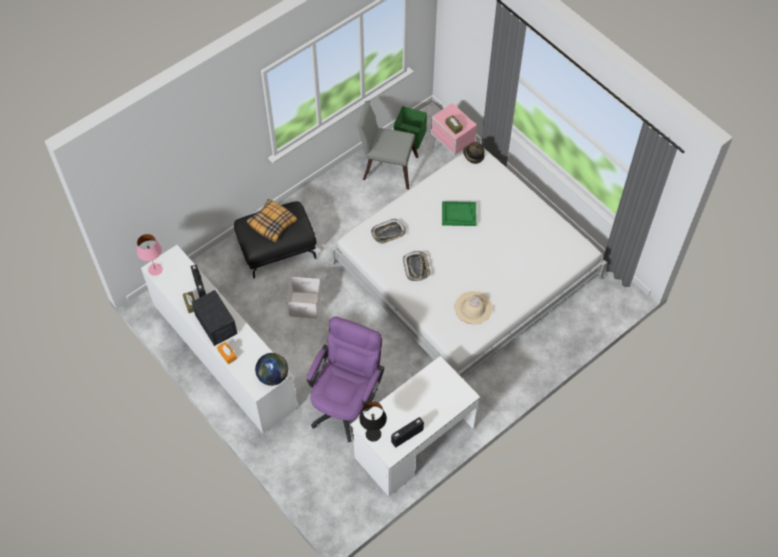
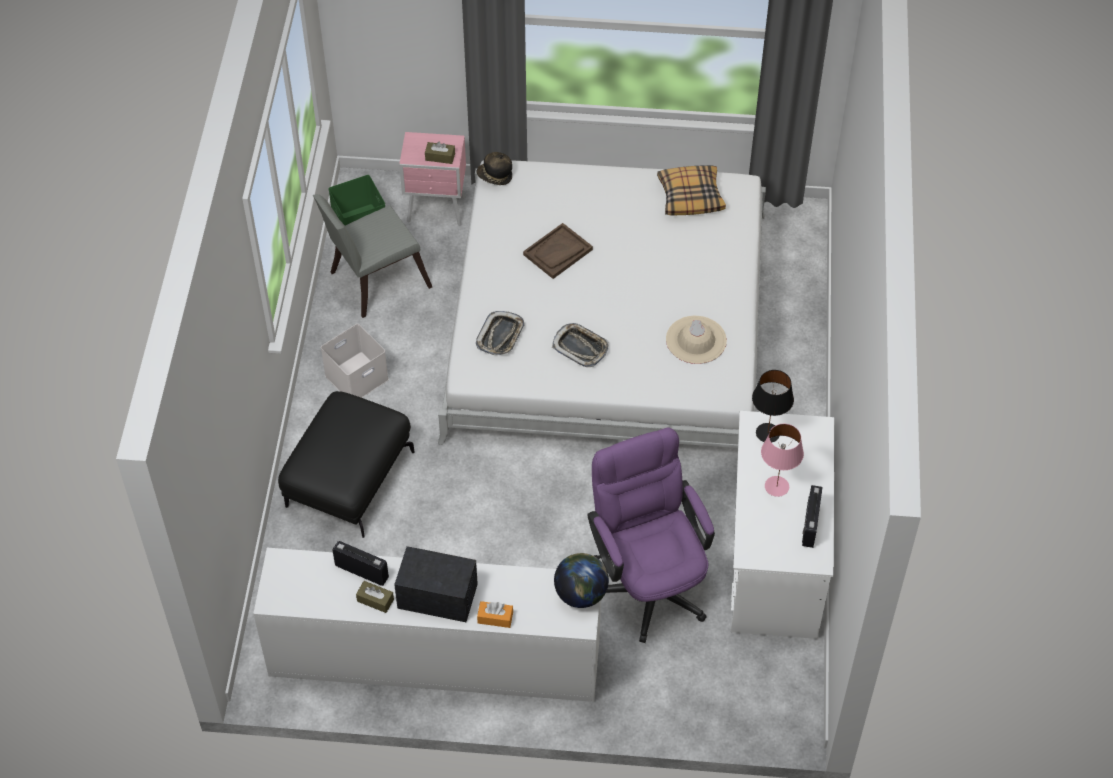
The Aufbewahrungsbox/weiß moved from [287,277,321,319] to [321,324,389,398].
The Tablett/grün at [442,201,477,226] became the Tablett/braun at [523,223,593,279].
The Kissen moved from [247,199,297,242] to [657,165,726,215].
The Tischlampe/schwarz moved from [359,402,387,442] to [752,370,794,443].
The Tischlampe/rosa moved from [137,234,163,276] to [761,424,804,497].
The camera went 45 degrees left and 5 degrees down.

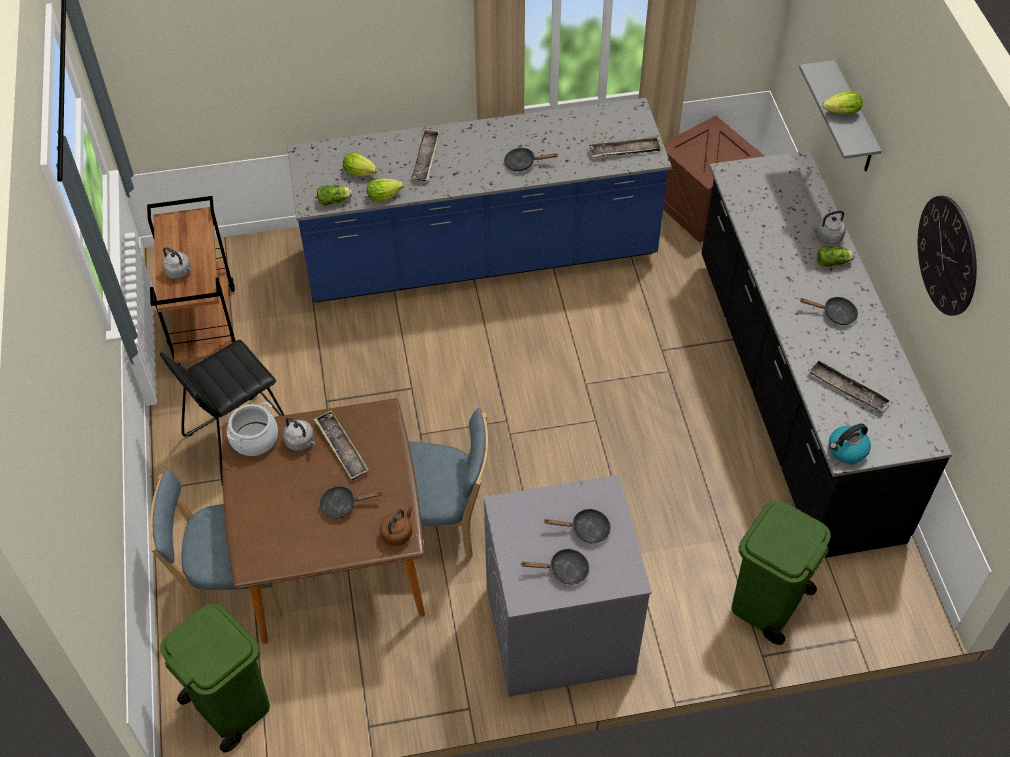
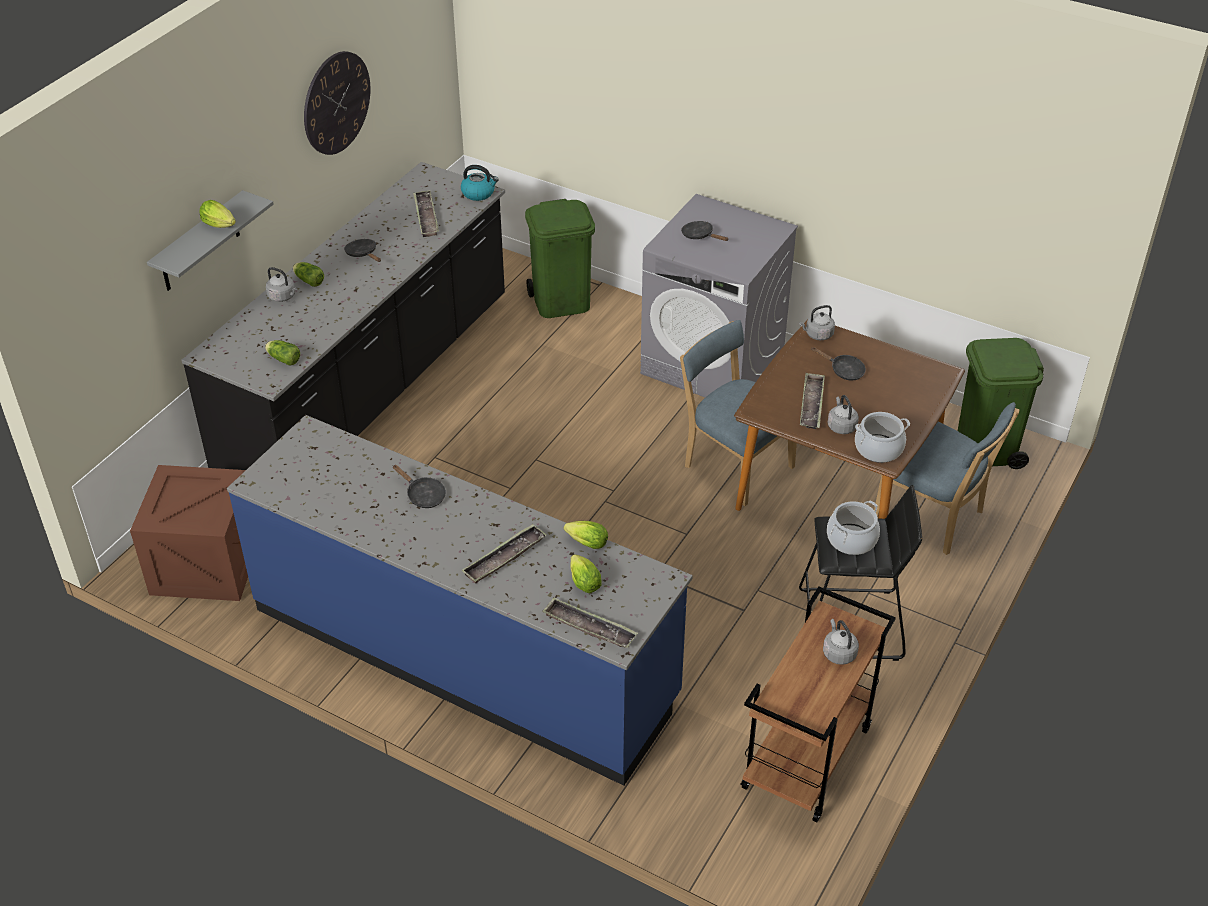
The Salatkopf moved from [317,185,352,205] to [265,340,300,365].
The Tablett moved from [588,135,662,157] to [542,598,638,648].
The Wasserkessel/braun at [380,506,413,546] became the Wasserkessel/grau at [799,305,835,340].
The Kochtopf at [827,501,880,555] appeared.
The Pfanne/schwarz at [522,548,589,585] disappeared.
The camera went 140 degrees left and 10 degrees down.

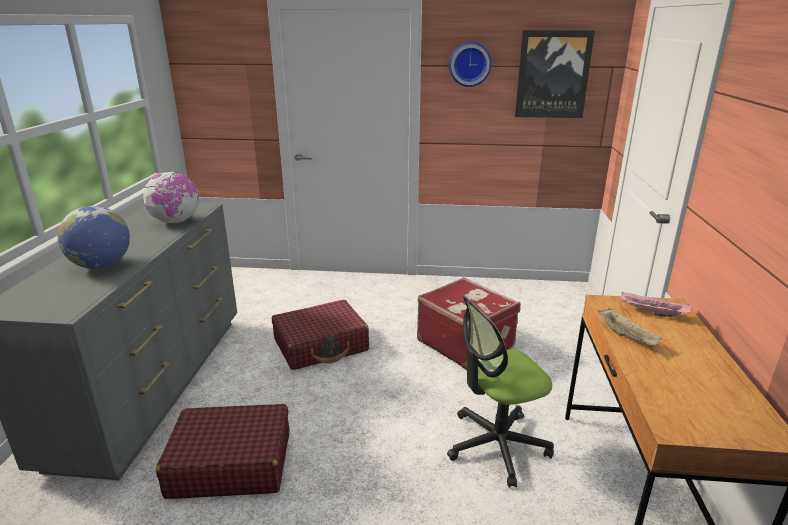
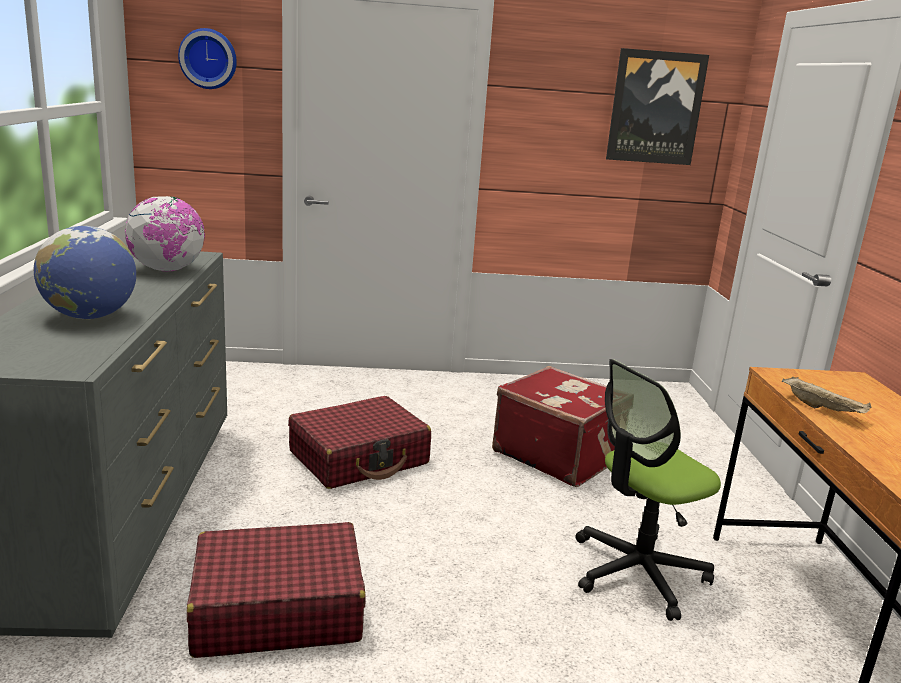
The Wanduhr moved from [449,42,492,87] to [178,28,237,89].
The Tablett/rosa at [621,292,690,317] disappeared.
The camera went 10 degrees left and 5 degrees down.

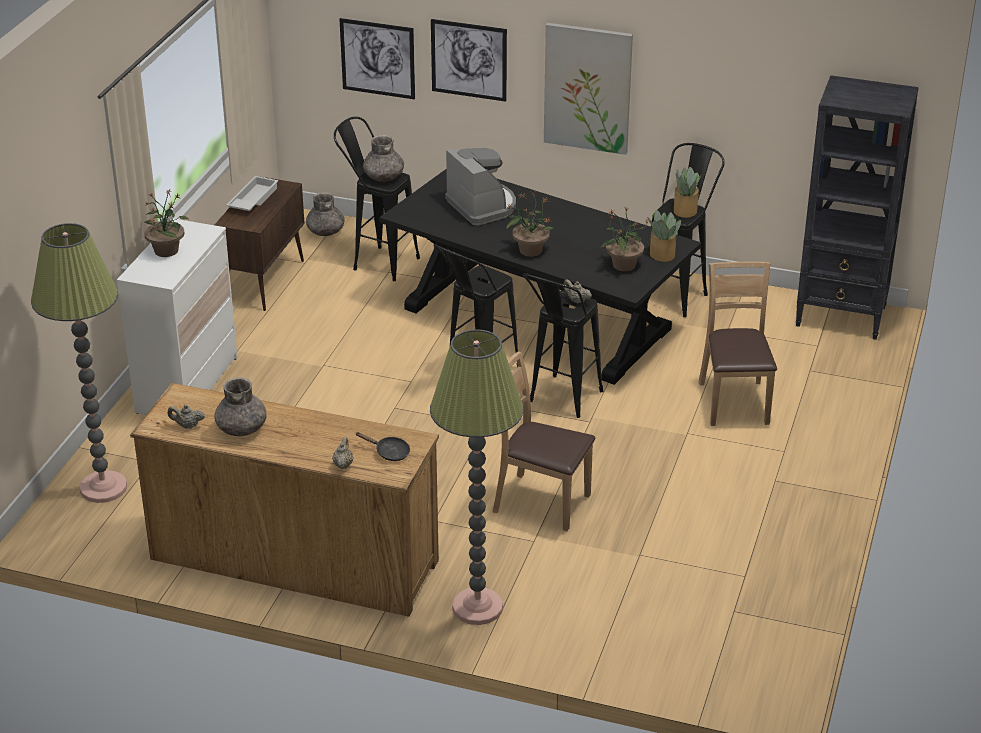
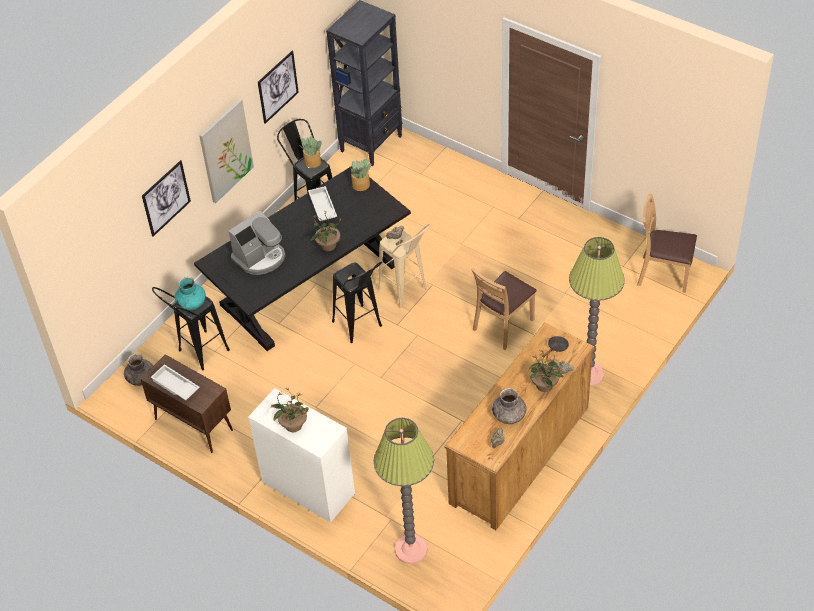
The Vase/grau at [363,135,404,182] became the Vase/türkis at [174,277,206,310].
The Kaffeemaschine at [445,148,516,226] turned 150 degrees clockwise.
The Bild moved from [339,18,415,99] to [258,51,299,124].
The Tablett/weiß at [308,186,337,221] appeared.
The Hocker/schwarz at [523,273,603,418] became the Hocker/beige at [377,223,431,309].
The Topfpflanze moved from [601,207,650,271] to [529,349,564,392].
The Stuhl/braun moved from [698,262,777,426] to [637,194,697,293].
The camera went 70 degrees left and 15 degrees up.

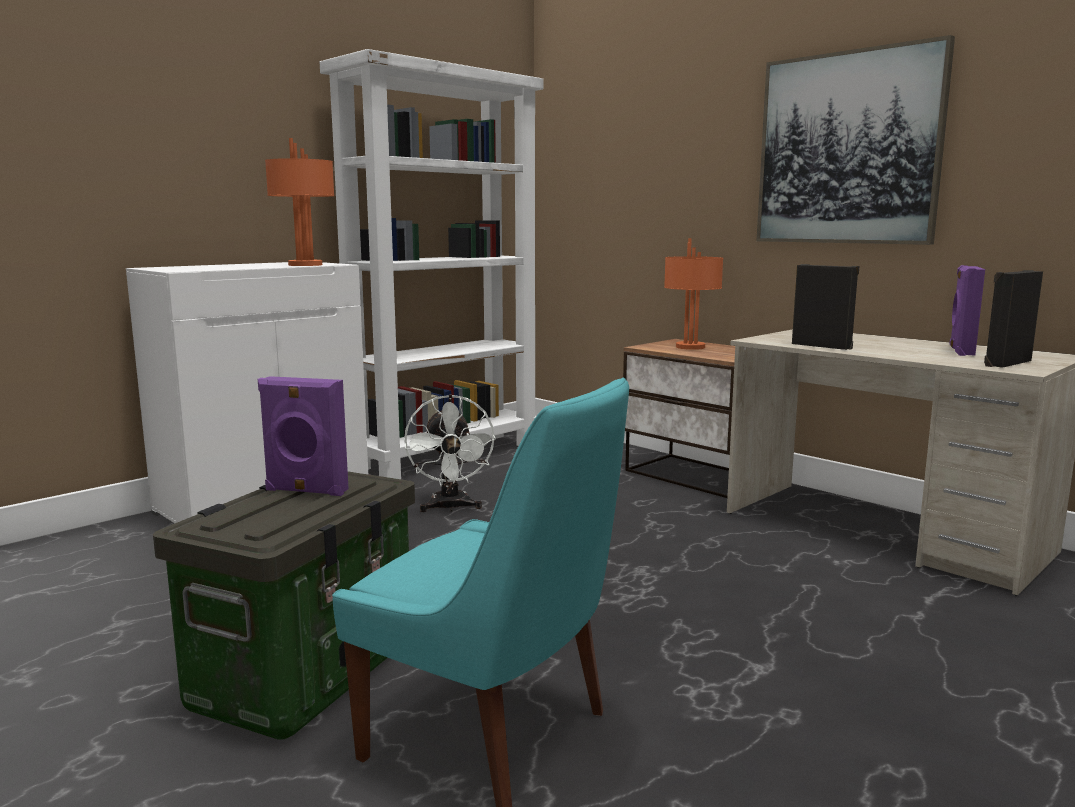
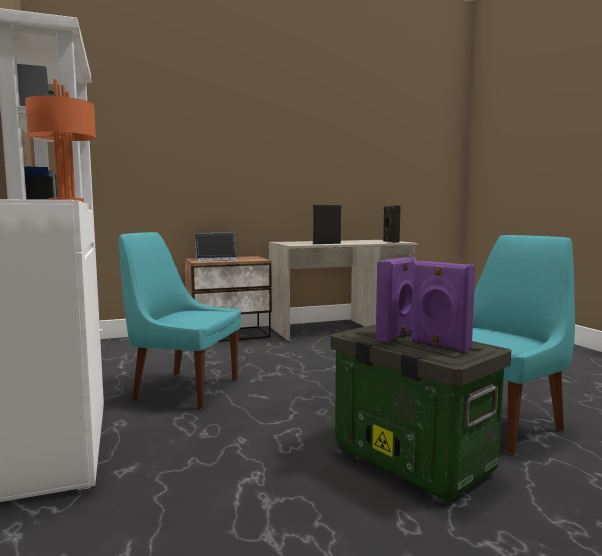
The Ventilator/weiß at [404,394,496,512] was replaced by the Stuhl/türkis at [119,232,241,409].
The Tischlampe/orange at [664,238,723,350] was replaced by the Laptop at [195,233,241,261].
The Lautsprecher/lila moved from [949,265,985,356] to [411,261,476,352].
The Bild at [756,35,955,245] disappeared.
The camera went 65 degrees left and 5 degrees down.

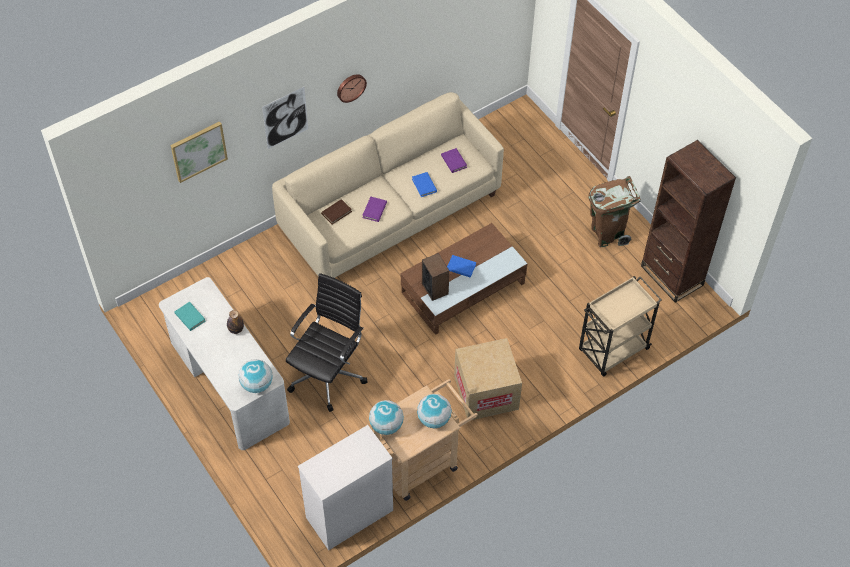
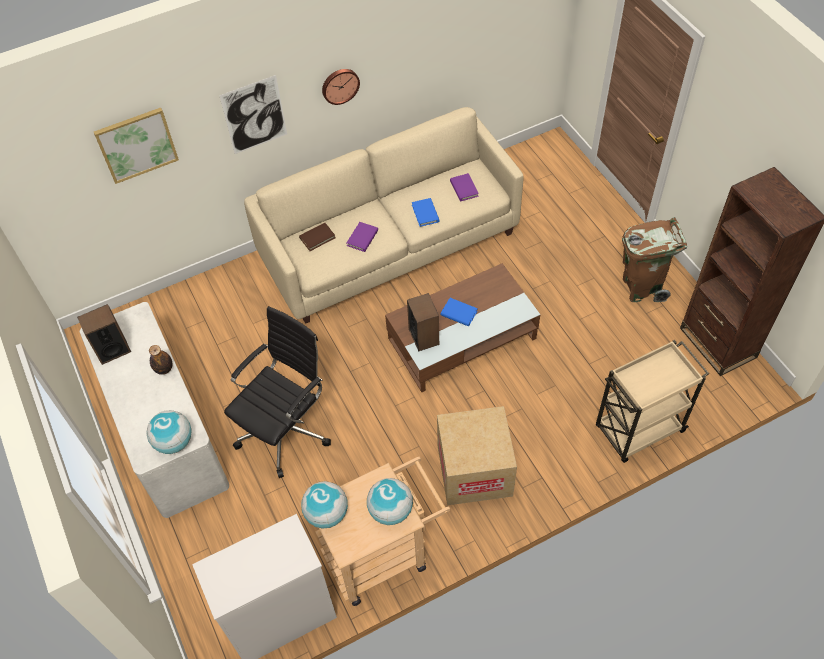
The Buch/türkis at [174,302,205,331] was replaced by the Lautsprecher at [77,304,131,365].
The camera went 10 degrees right and 0 degrees up.

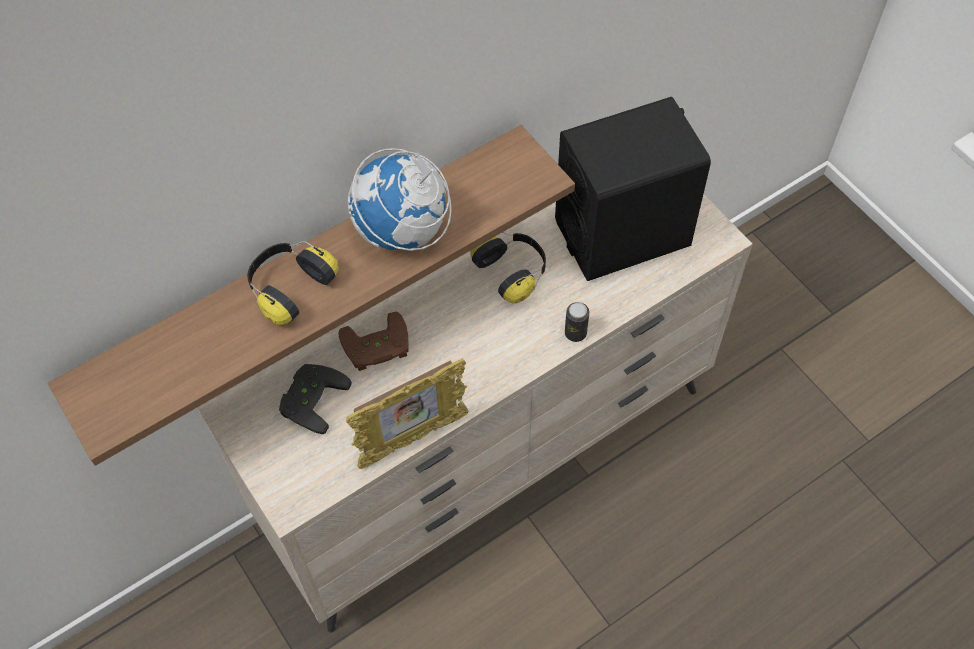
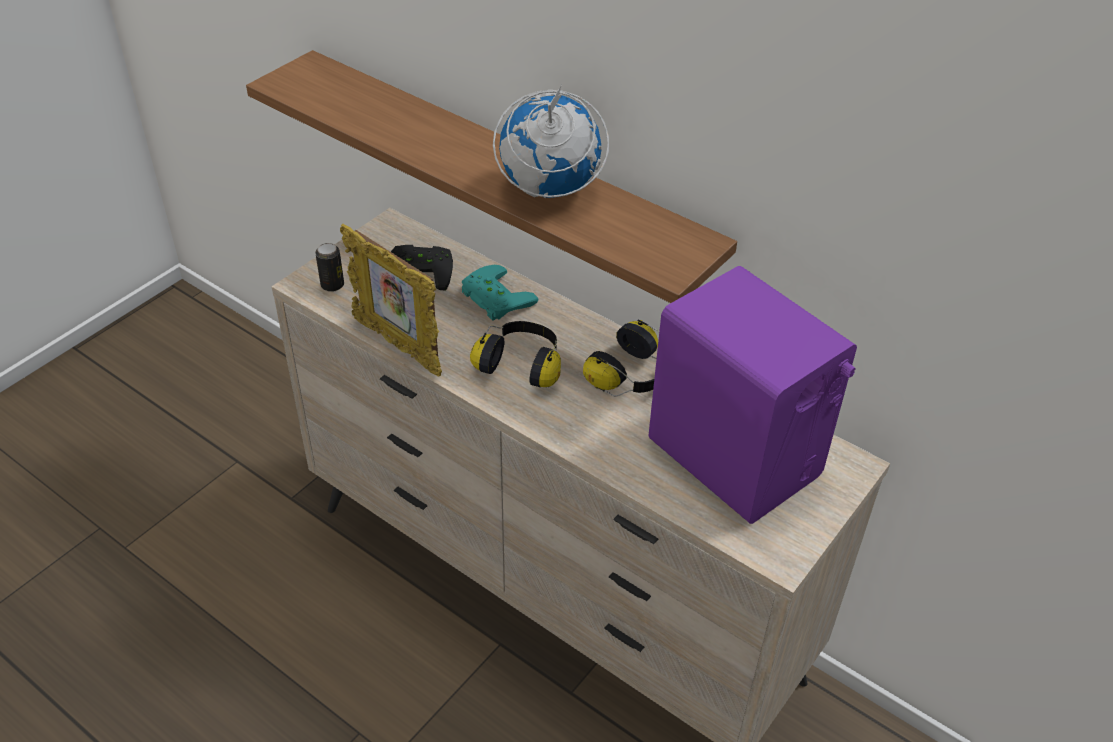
The Dose moved from [565,302,590,342] to [315,243,344,292].
The Gamepad/braun at [338,312,409,371] became the Gamepad/türkis at [462,265,538,321].
The Kopfhörer moved from [247,241,338,325] to [470,321,561,387].
The Lautsprecher/schwarz at [555,97,711,281] became the Lautsprecher/lila at [648,266,857,524].
The camera went 70 degrees right and 15 degrees down.

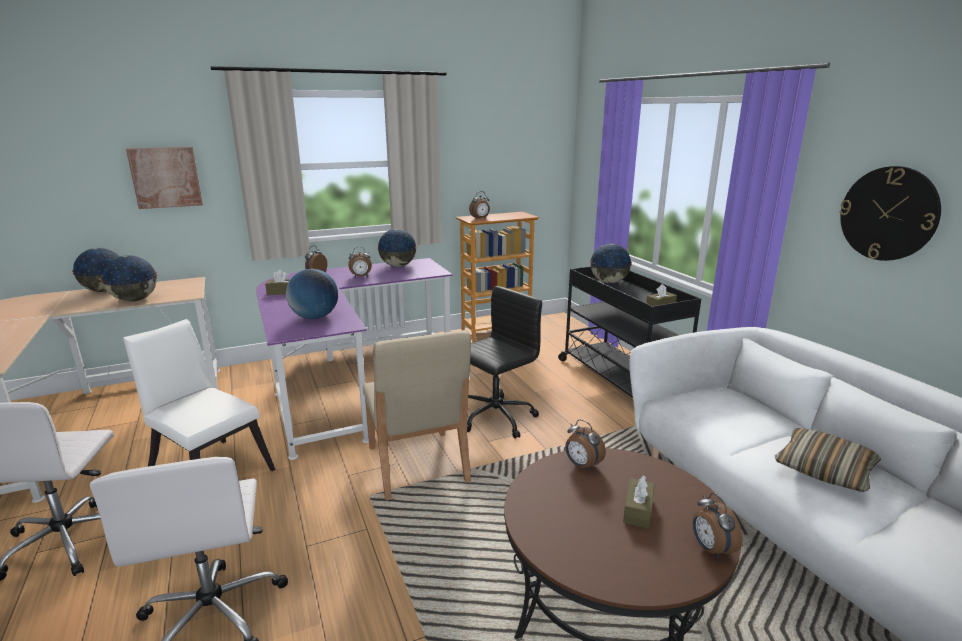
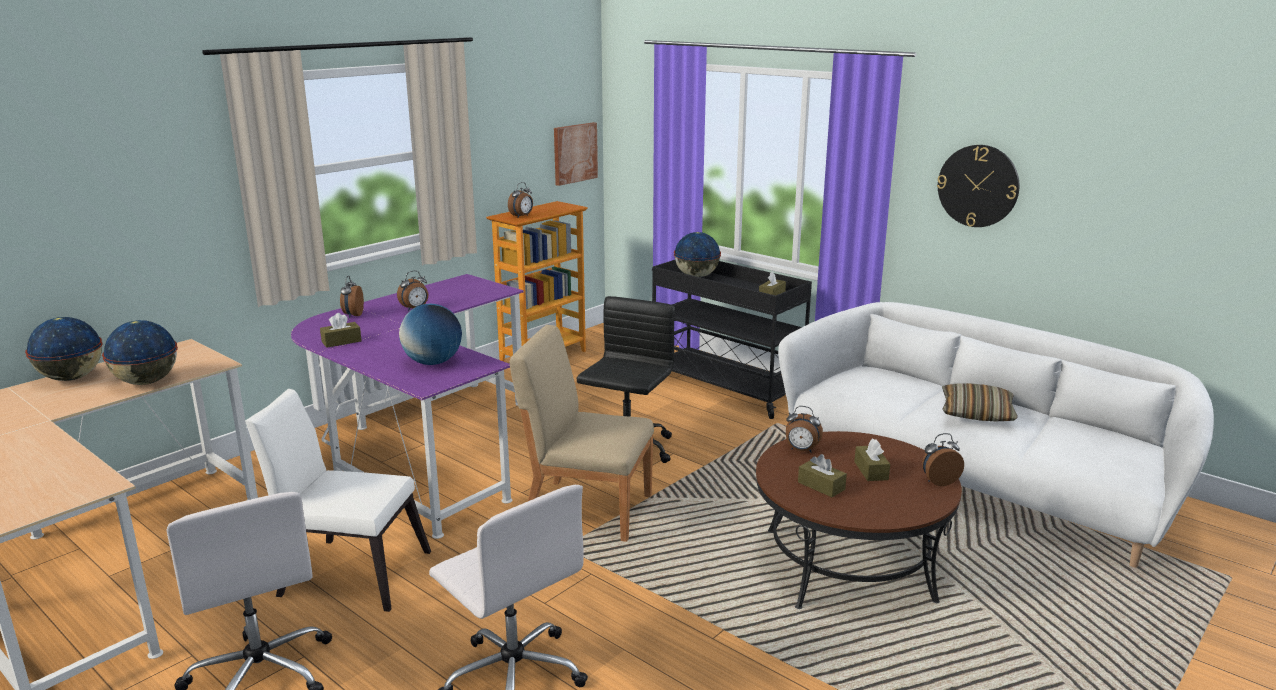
The Stuhl/beige at [363,330,471,500] turned 150 degrees clockwise.
The Bild moved from [126,147,203,209] to [554,122,598,186].
The Taschentuchbox/braun at [798,454,847,497] appeared.
The Wecker at [692,493,743,559] turned 120 degrees clockwise.
The Globus at [377,229,417,267] disappeared.
The camera went 25 degrees left and 0 degrees up.

